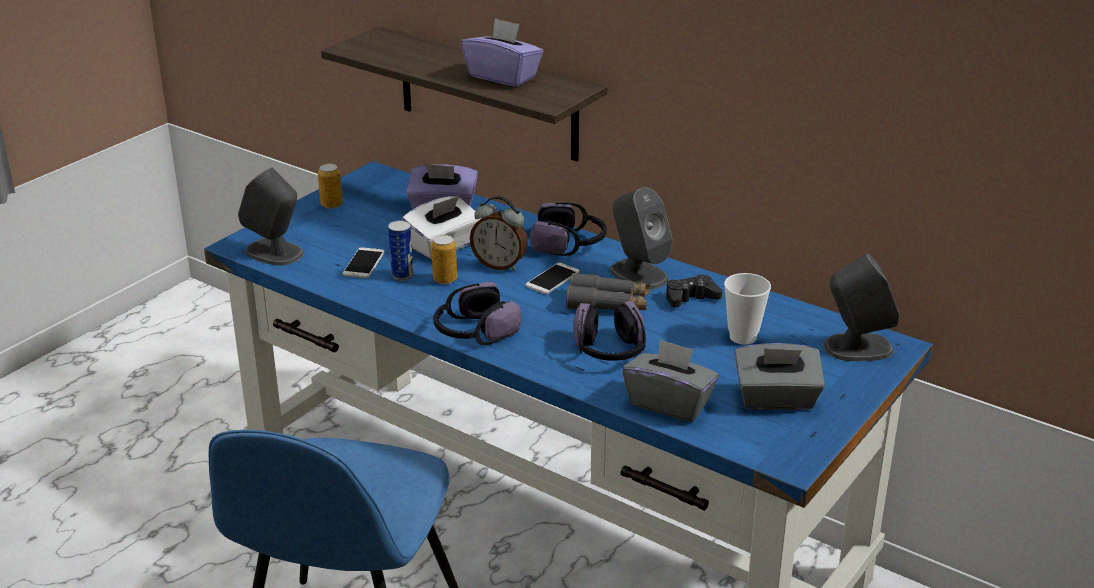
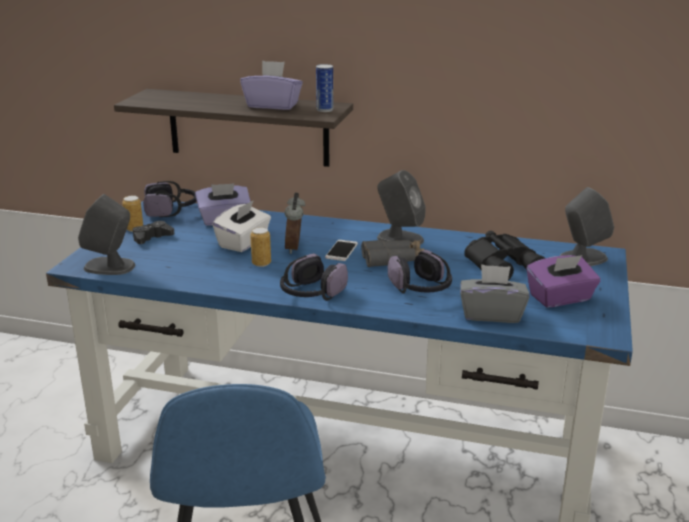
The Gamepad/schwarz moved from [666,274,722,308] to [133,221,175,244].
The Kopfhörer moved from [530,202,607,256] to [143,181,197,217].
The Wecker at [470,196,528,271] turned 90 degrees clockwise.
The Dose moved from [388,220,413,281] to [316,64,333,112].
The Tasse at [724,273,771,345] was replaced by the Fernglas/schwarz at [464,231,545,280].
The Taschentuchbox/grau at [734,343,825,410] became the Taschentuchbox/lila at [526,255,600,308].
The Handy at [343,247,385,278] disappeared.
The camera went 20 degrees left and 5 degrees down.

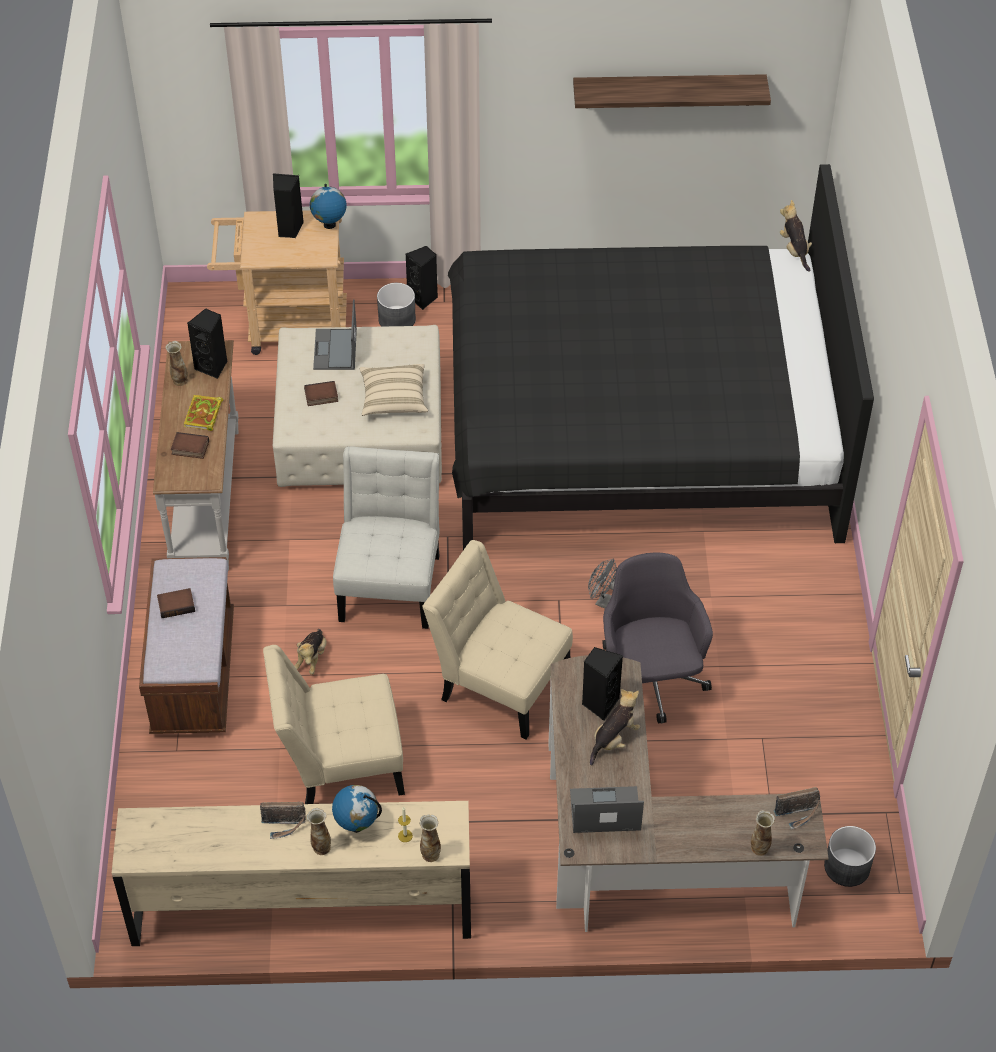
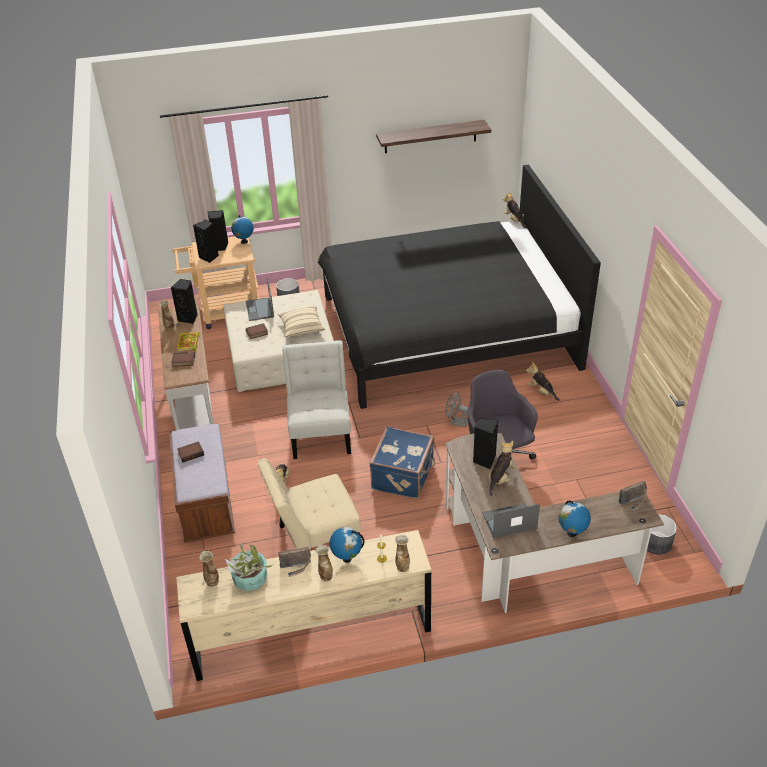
The Lautsprecher/schwarz moved from [406,246,438,310] to [193,220,219,263].
The Vase moved from [751,810,775,856] to [199,551,219,587].
The Topfpflanze at [225,542,273,591] appeared.
The Stuhl/beige at [422,540,573,739] was replaced by the Koffer/blau at [369,426,435,499].
The Plüschtier at [526,362,560,401] appeared.
The Globus at [559,500,591,537] appeared.
The camera went 10 degrees left and 10 degrees down.

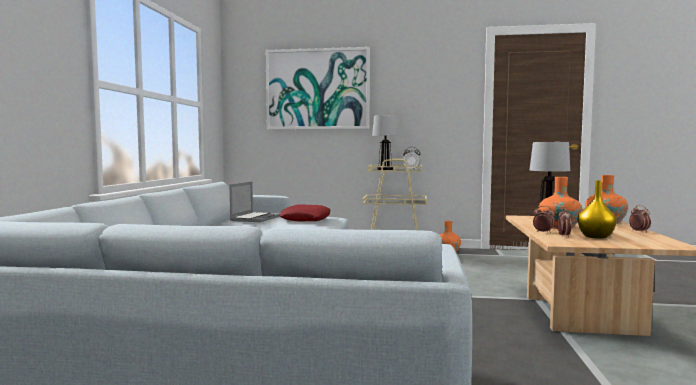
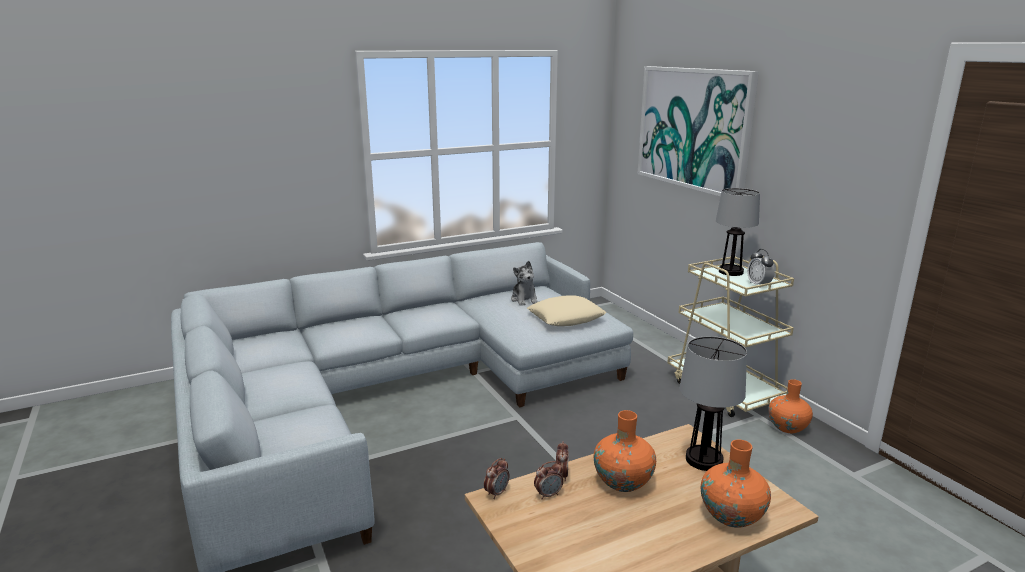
The Wecker moved from [629,205,651,233] to [484,458,509,499].
The Laptop at [230,182,280,222] was replaced by the Plüschtier at [511,261,538,306].
The Kissen/rot at [279,205,331,221] became the Kissen/beige at [527,295,606,326].
The Vase/gelb at [577,180,617,239] disappeared.
The camera went 55 degrees right and 15 degrees up.

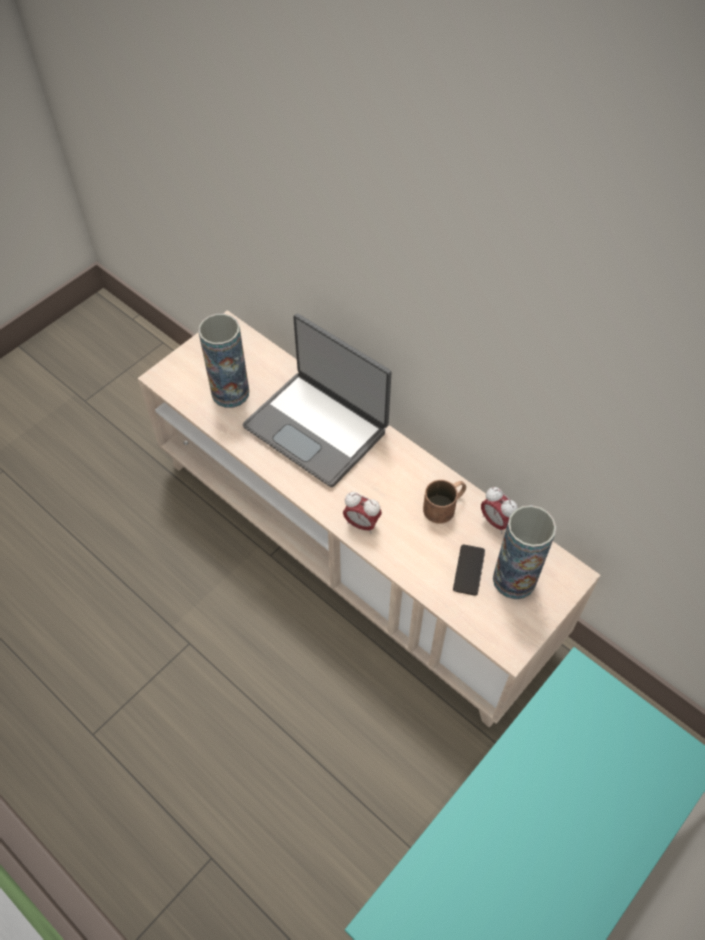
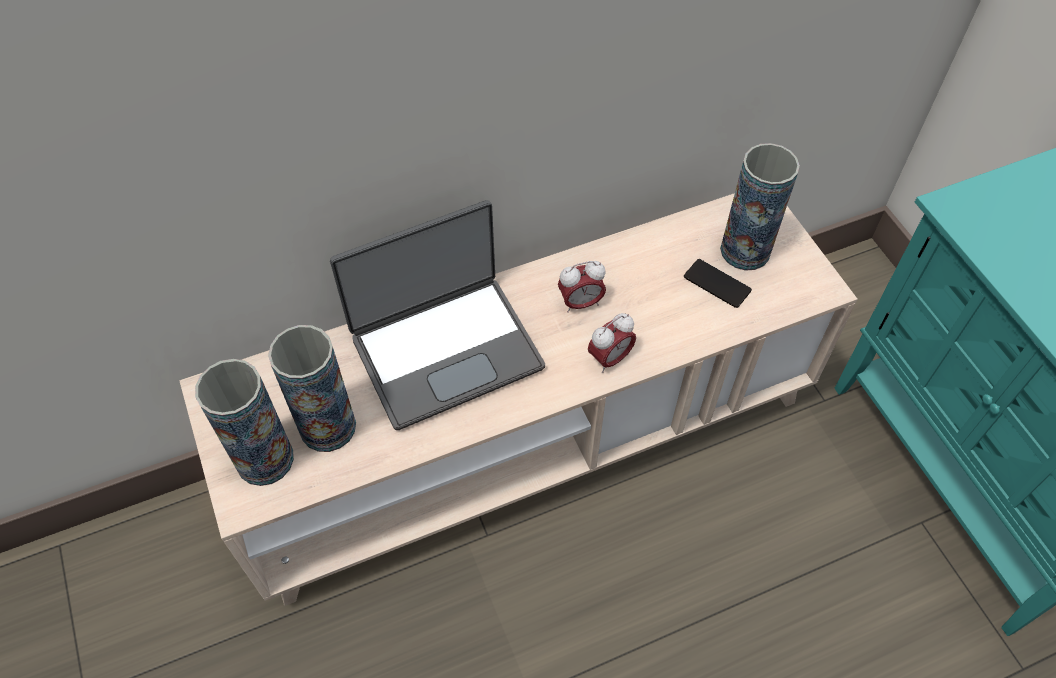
The Vase at [195,359,294,486] appeared.
The Wecker moved from [481,487,518,534] to [558,261,606,313].
The Henkelbecher/braun at [423,480,466,524] disappeared.
The camera went 65 degrees left and 0 degrees up.

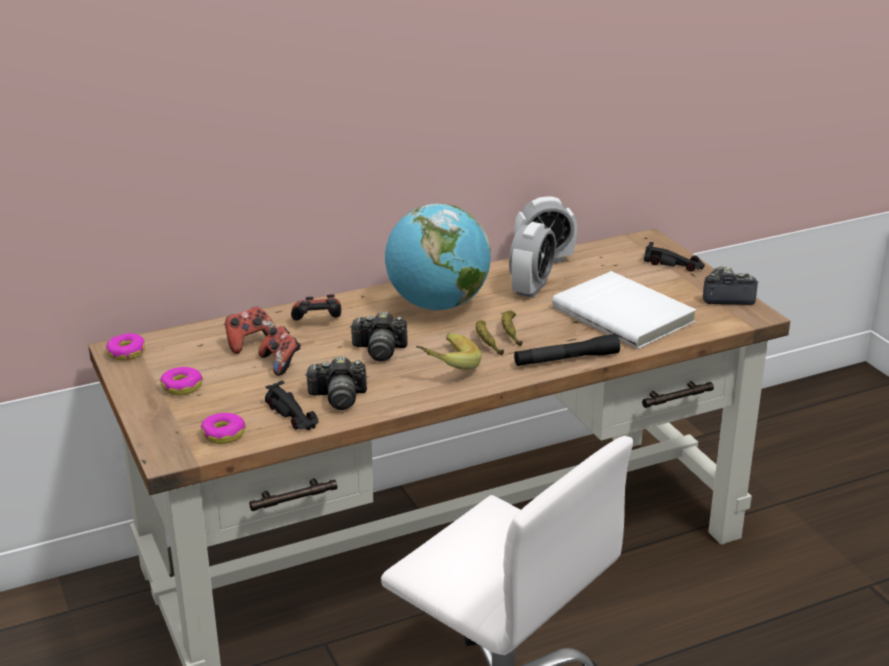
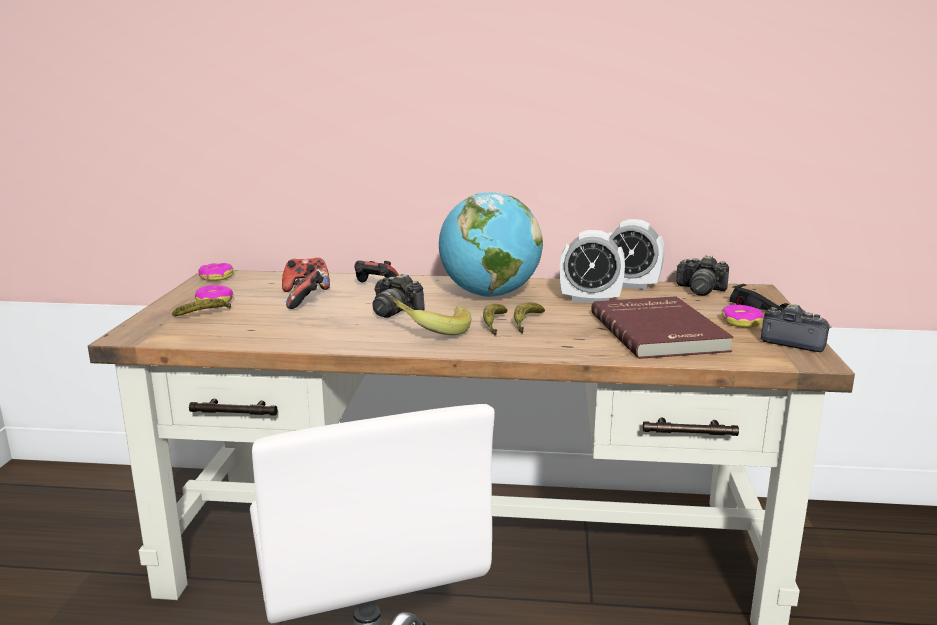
The Banane at [172,298,231,316] appeared.
The Wecker at [509,222,556,298] turned 45 degrees clockwise.
The Buch/weiß at [552,271,696,349] became the Buch/rot at [591,296,734,359].
The Kamera moved from [305,356,367,410] to [676,255,729,296].
The Donut moved from [201,413,246,444] to [722,305,764,328].
The Spielzeugauto/schwarz at [265,381,319,430] disappeared.
The Taschenlampe/schwarz at [514,334,620,366] disappeared.
The camera went 30 degrees right and 10 degrees down.

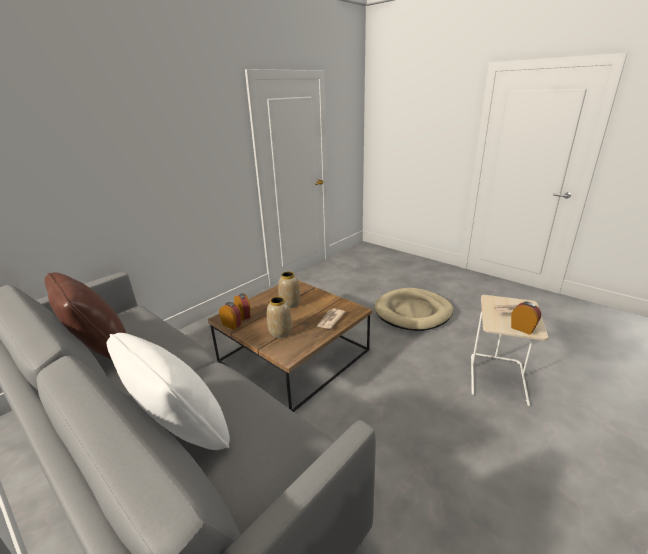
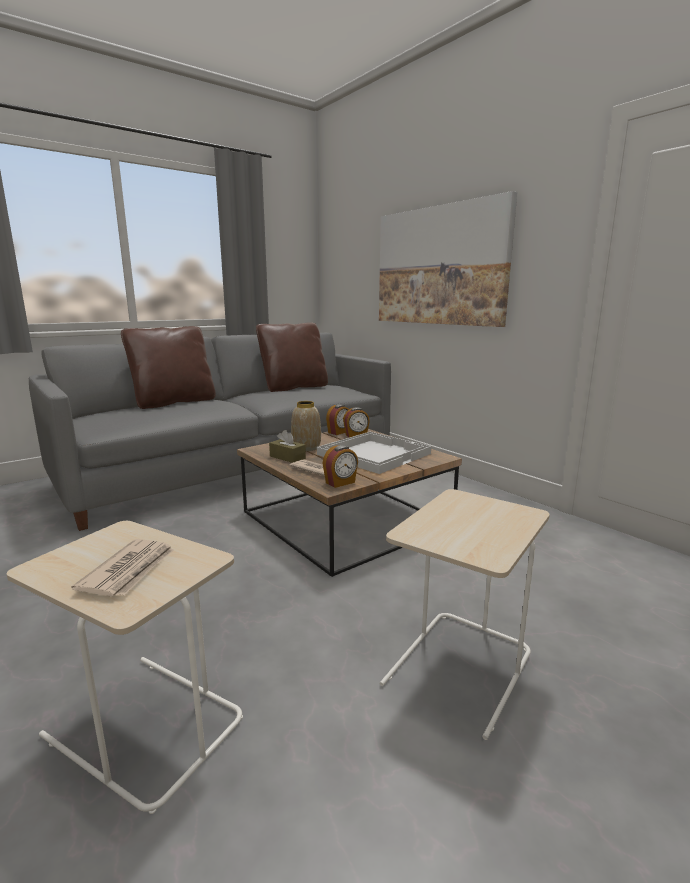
The Kissen/weiß at [107,333,230,450] became the Kissen/braun at [121,326,216,409].
The Taschentuchbox/braun at [269,430,306,463] appeared.
The Vase at [278,271,300,308] was replaced by the Tablett/weiß at [317,432,431,474].
The Wecker moved from [511,302,541,335] to [323,445,358,488].
The Bild at [379,191,517,327] appeared.
The Hundebett/beige at [374,288,453,331] was replaced by the Beistelltisch/beige at [380,489,550,740].
The camera went 100 degrees right and 10 degrees down.

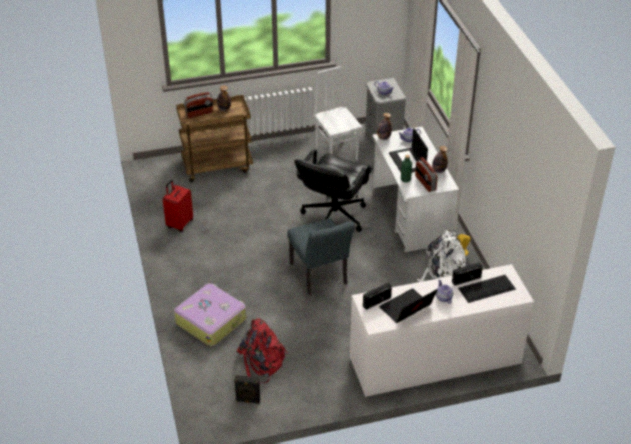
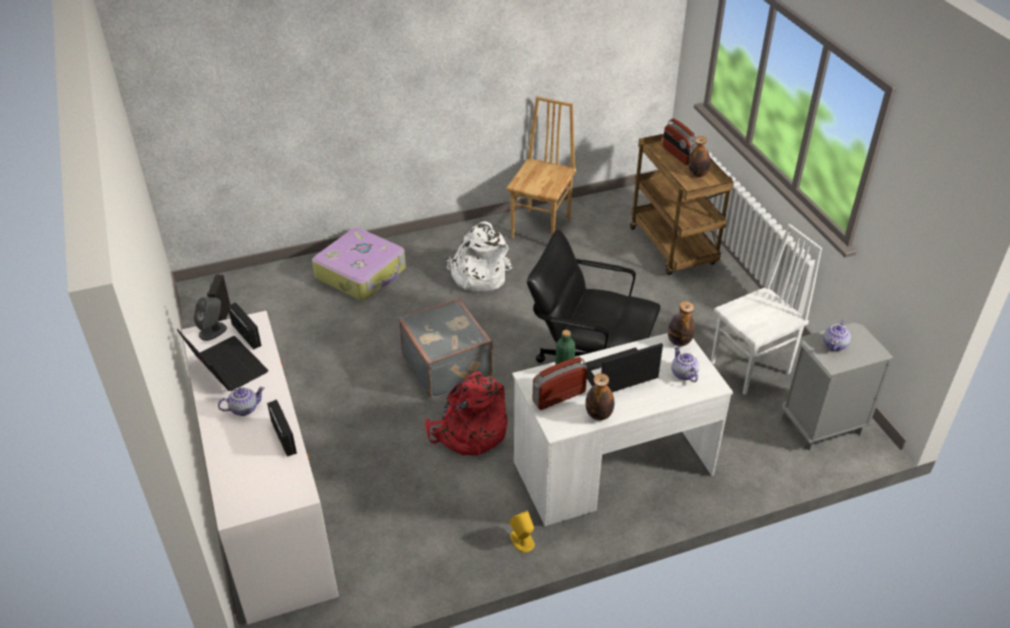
The Lautsprecher/grau at [194,297,227,341] appeared.
The Stuhl/grau at [287,218,355,295] was replaced by the Koffer/grau at [399,298,493,399].
The Rucksack/rot moved from [236,318,288,383] to [425,371,508,456].
The Rucksack/weiß moved from [417,230,466,282] to [446,221,512,292].
The Koffer/rot at [163,180,193,232] was replaced by the Stuhl/braun at [507,97,576,238].
The Tastatur at [458,275,516,303] disappeared.
The camera went 85 degrees right and 0 degrees up.

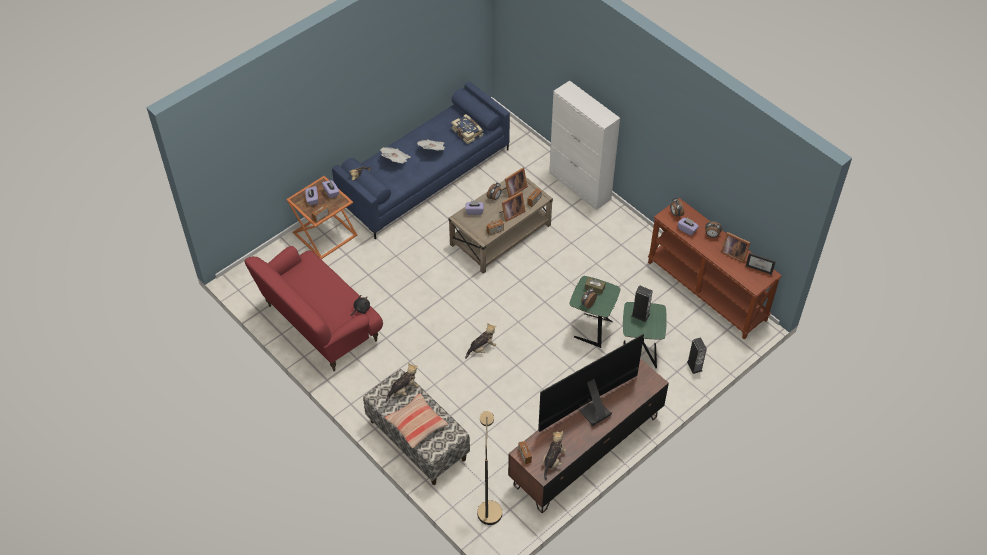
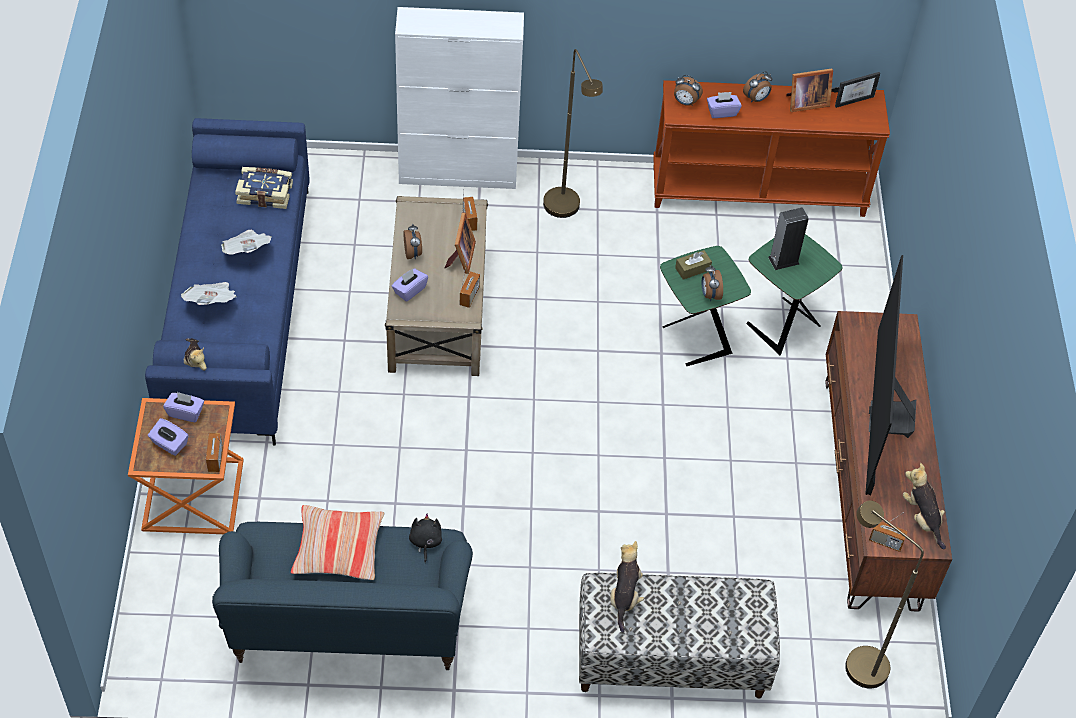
The Sofa/rot at [244,246,383,371] became the Sofa/blau at [212,522,473,670].
The Kissen moved from [385,394,448,448] to [291,505,385,580].
The Stehlampe/braun at [543,49,603,218] appeared.
The Plüschtier at [465,323,496,359] disappeared.
The Bilderrahmen at [503,168,528,198] disappeared.
The Lautsprecher at [687,337,707,374] disappeared.
The camera went 50 degrees left and 0 degrees up.

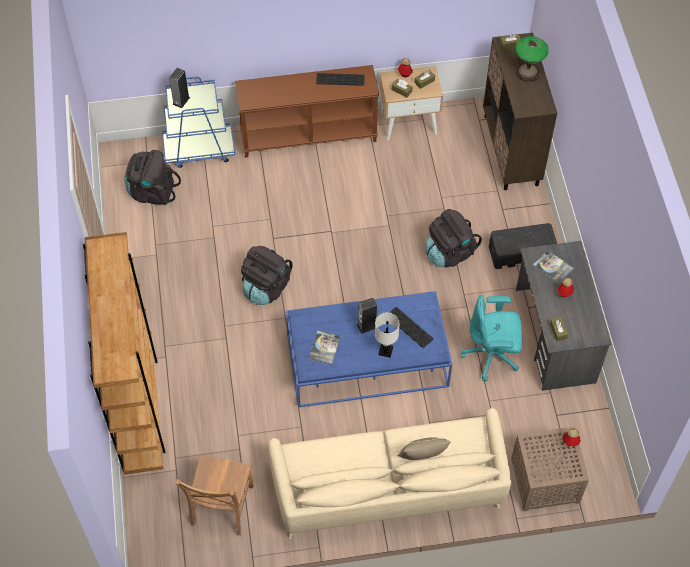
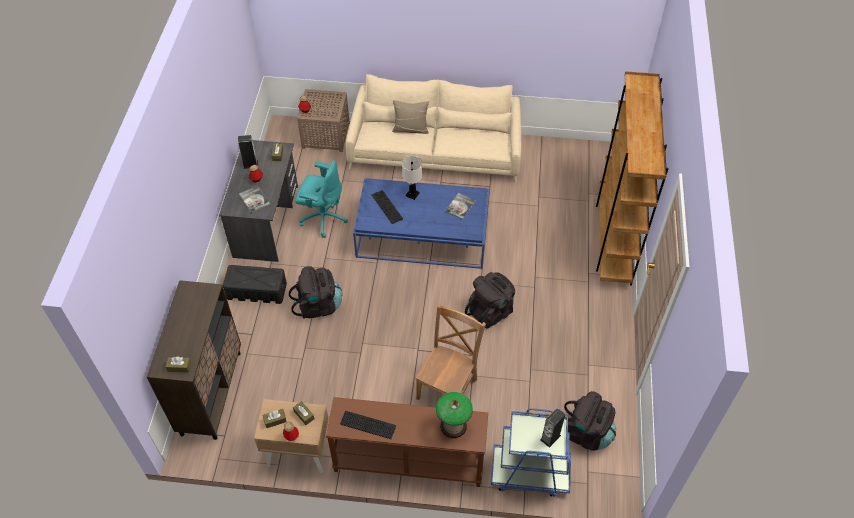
The Lautsprecher moved from [357,298,377,334] to [238,135,258,169].
The Stuhl/braun moved from [175,455,253,535] to [415,303,486,408].
The Tischlampe moved from [515,36,549,82] to [436,392,473,438].
The camera went 165 degrees left and 5 degrees down.

